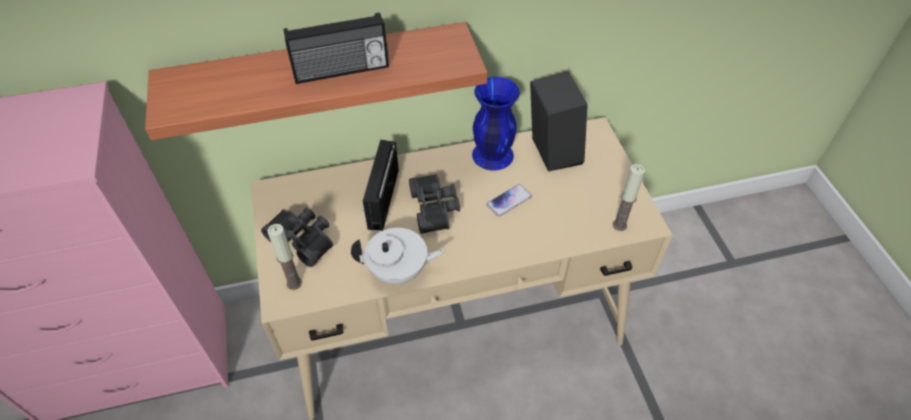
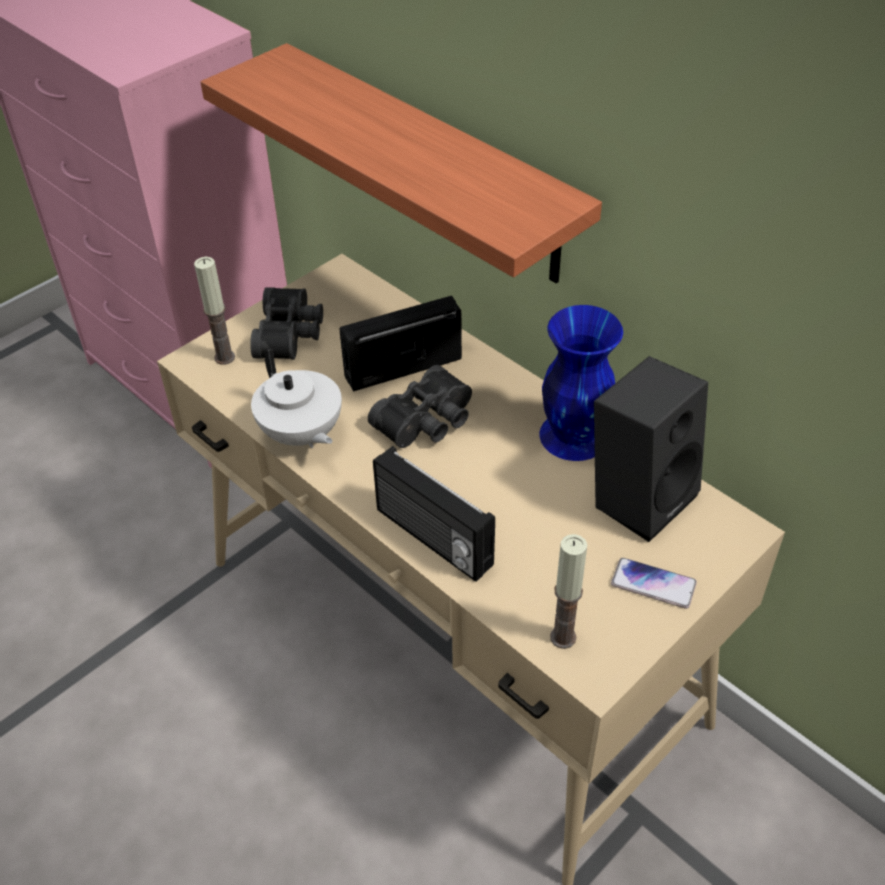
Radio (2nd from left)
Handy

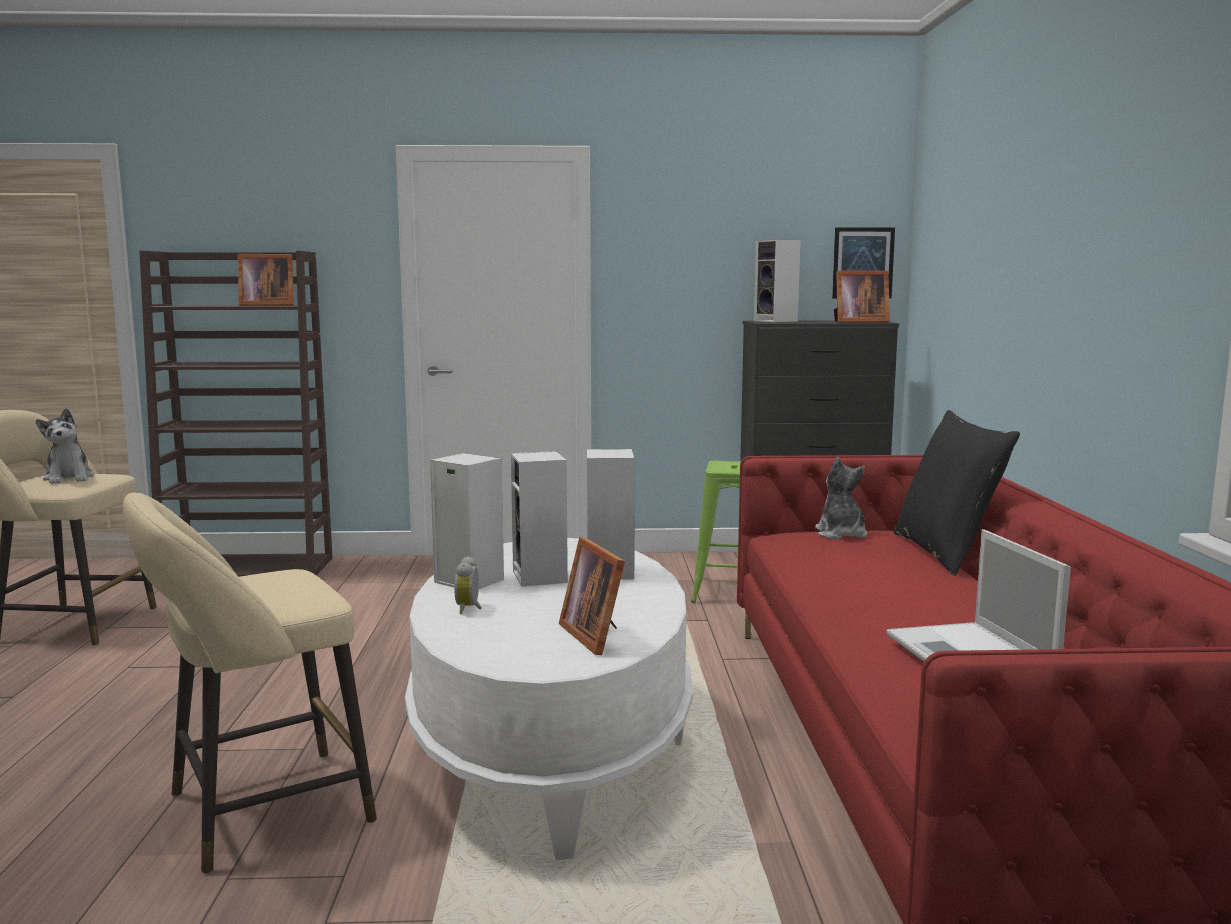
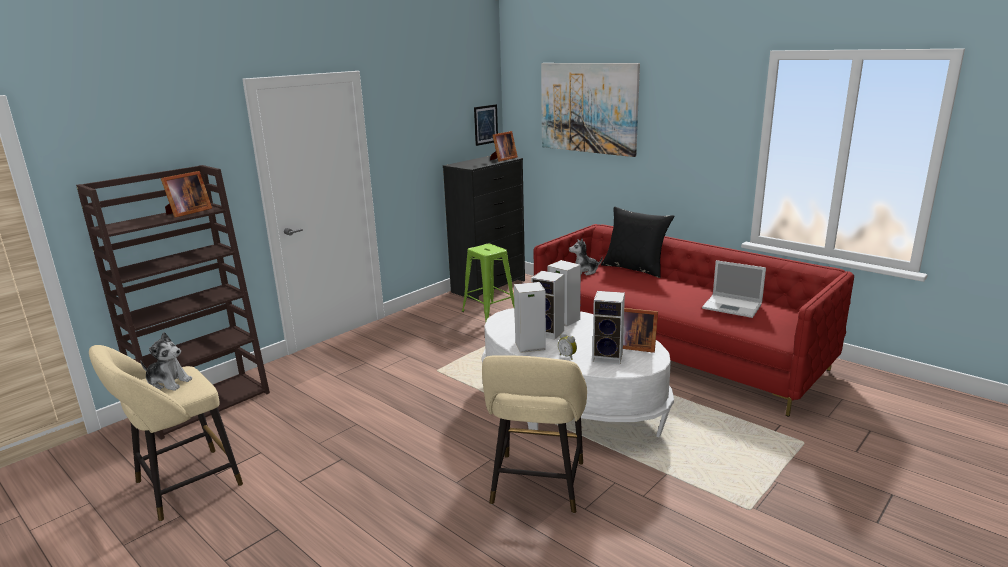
Lautsprecher (4th from left)
Plüschtier (2nd from left)
Bild (2nd from left)

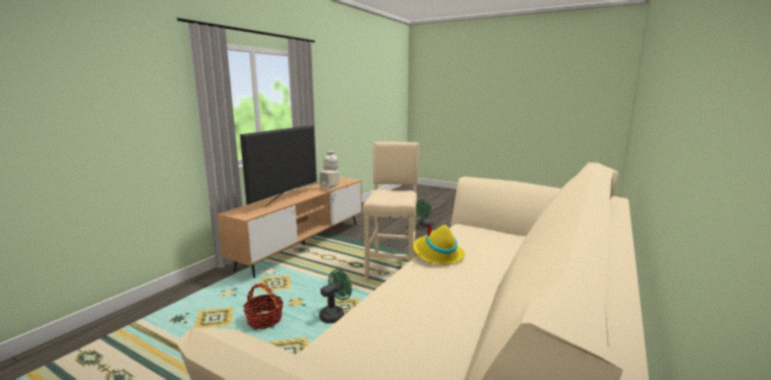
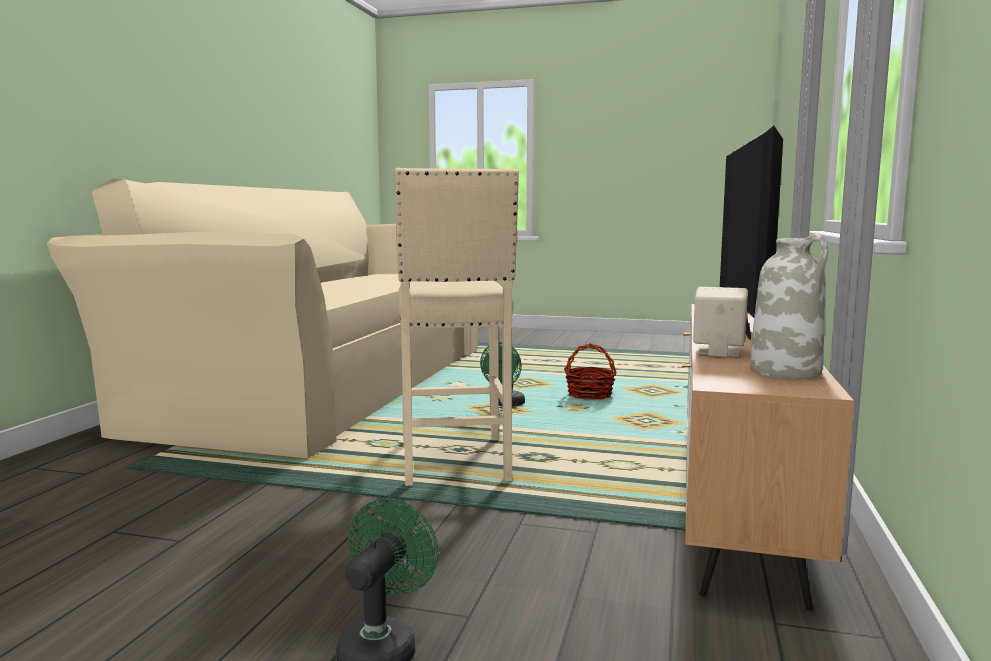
Hut (gelb)

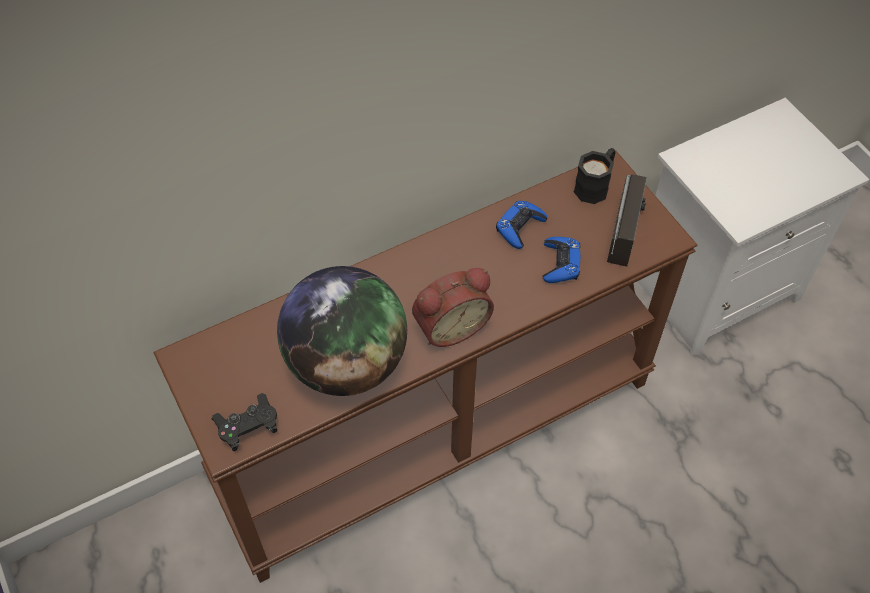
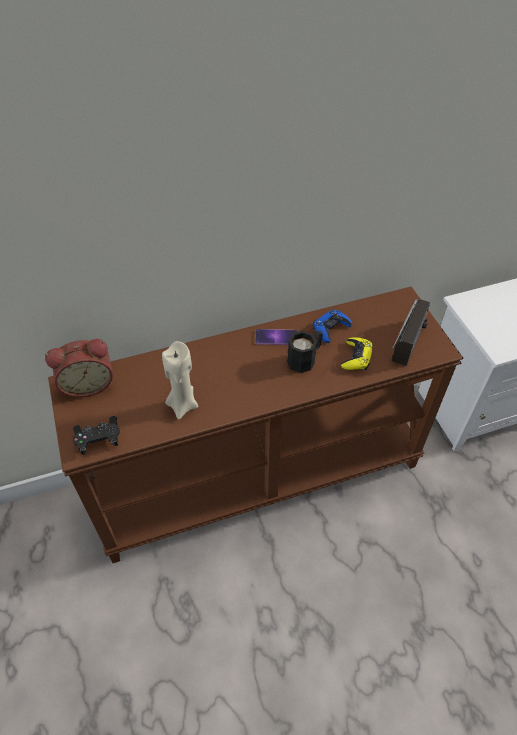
Kerze (beige)
Wecker
Gamepad (gelb)
Henkelbecher (schwarz)
Handy

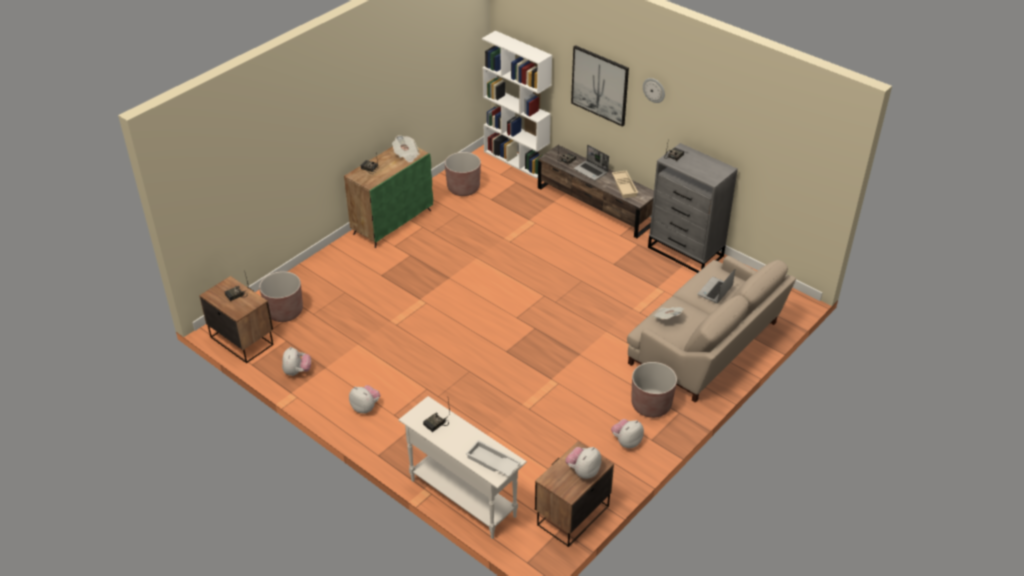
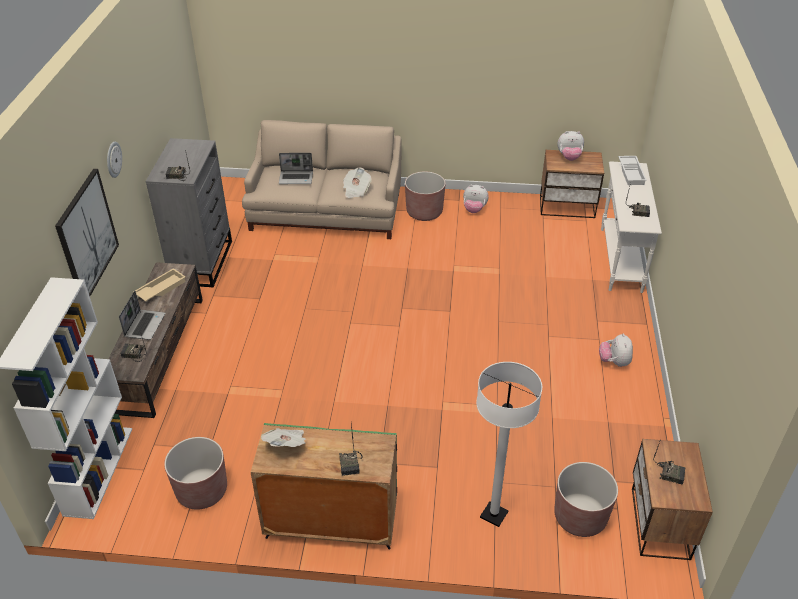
Plüschtier (1st from left in the first image)
Stehlampe (weiß)

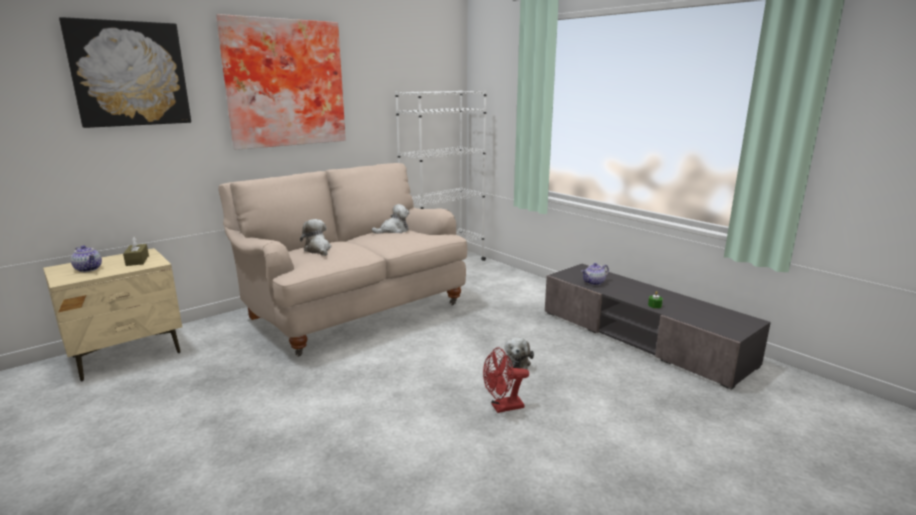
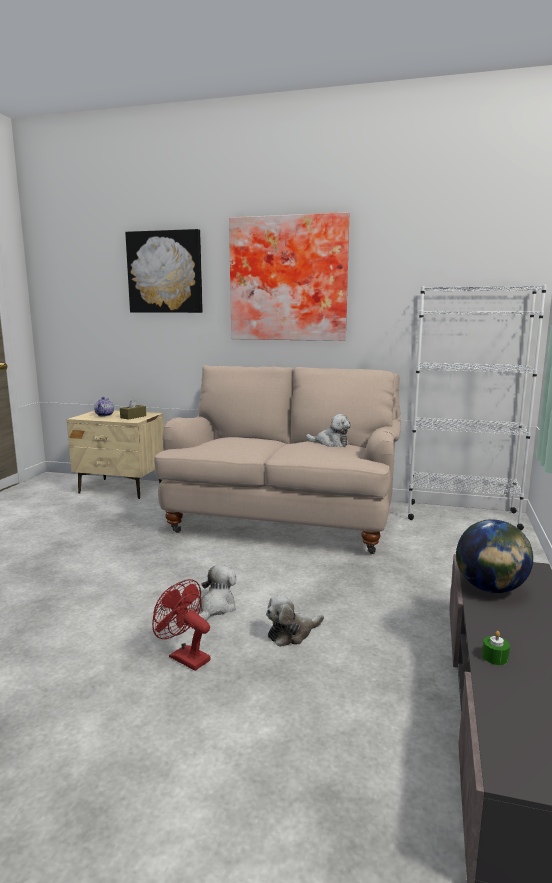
Plüschtier (1st from left)
Globus

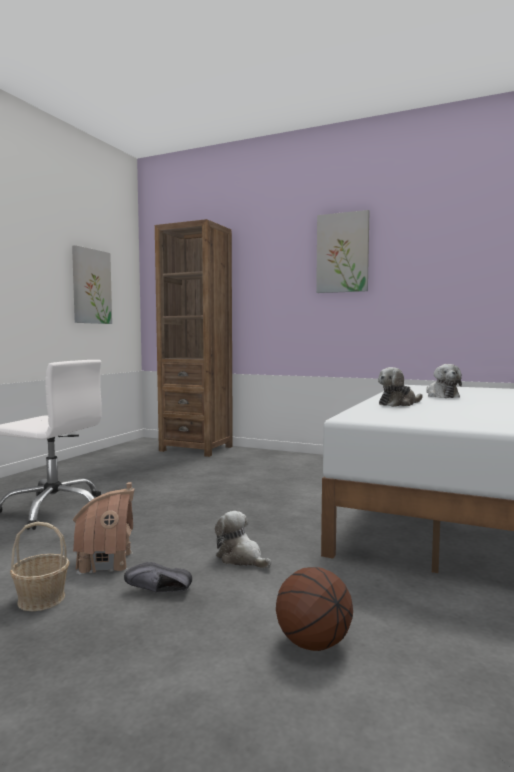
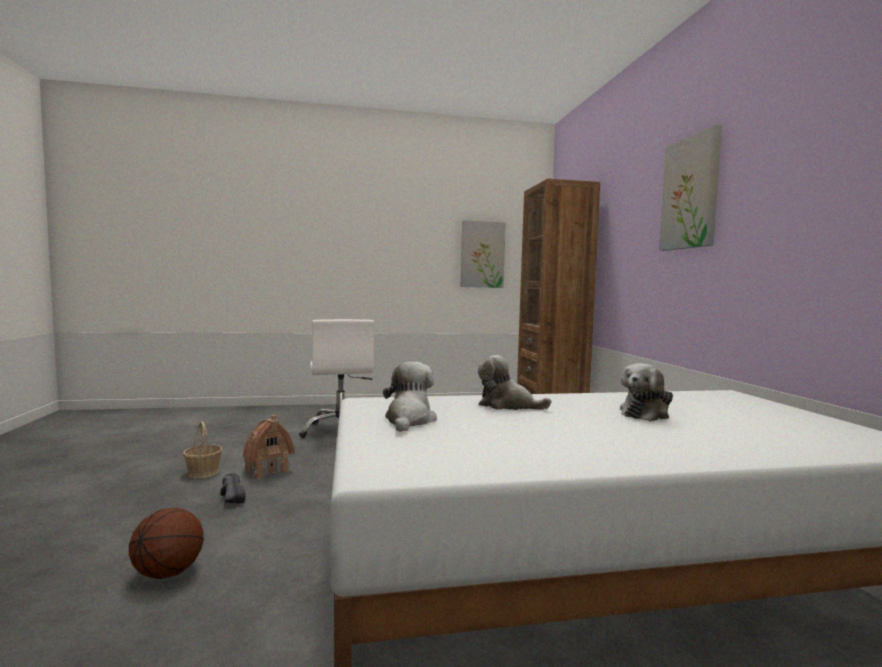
Plüschtier (1st from left)

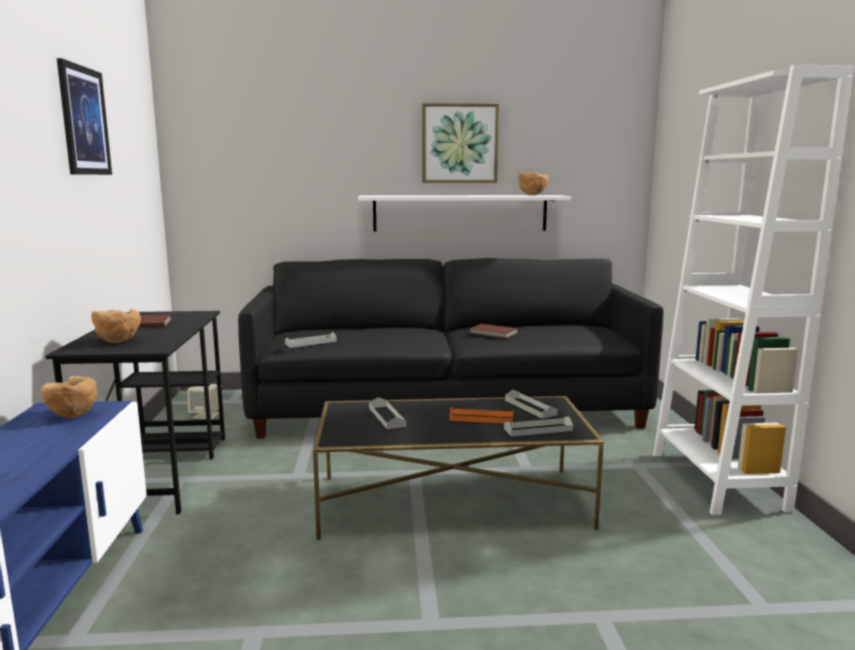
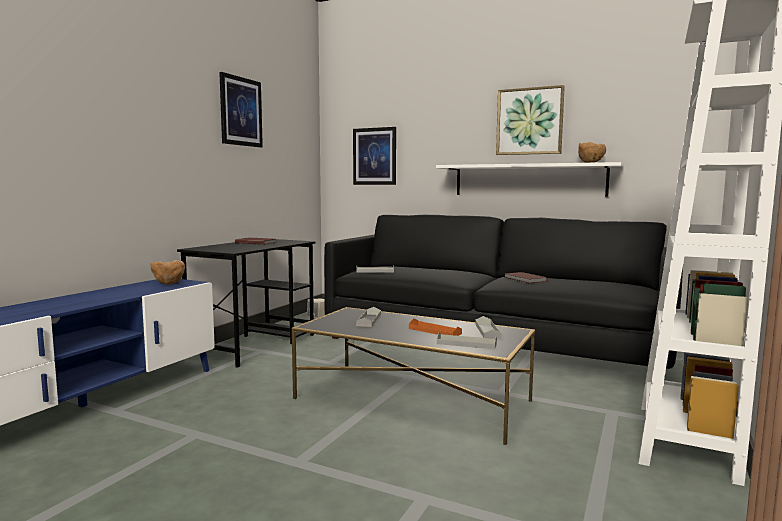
Schüssel (braun) (2nd from left in the first image)
Bild (2nd from left)

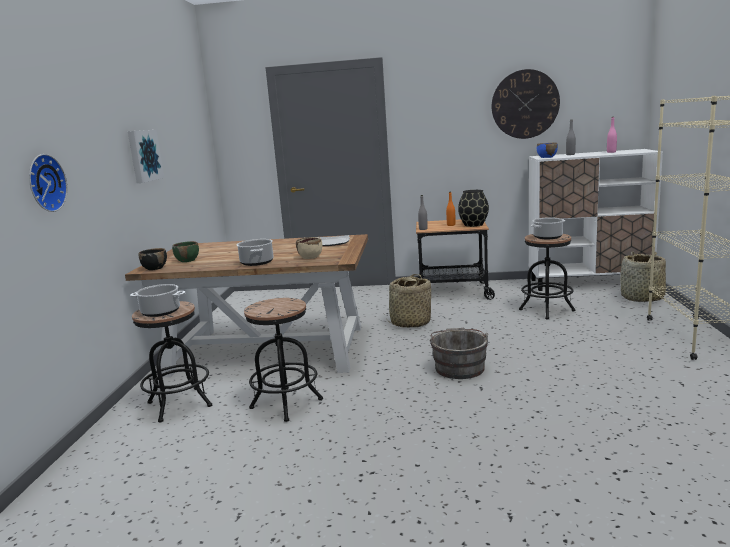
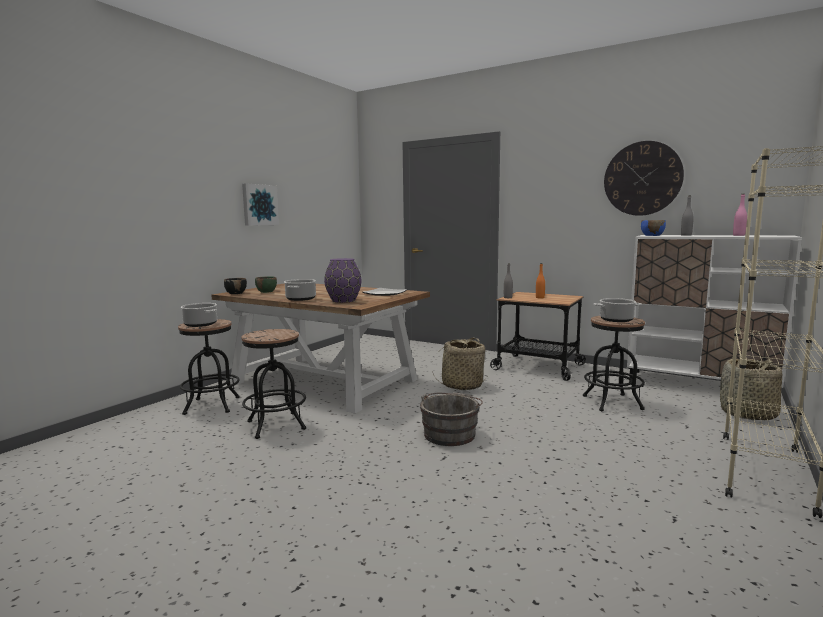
Wanduhr (1st from left in the first image)
Vase (lila)
Vase (schwarz)

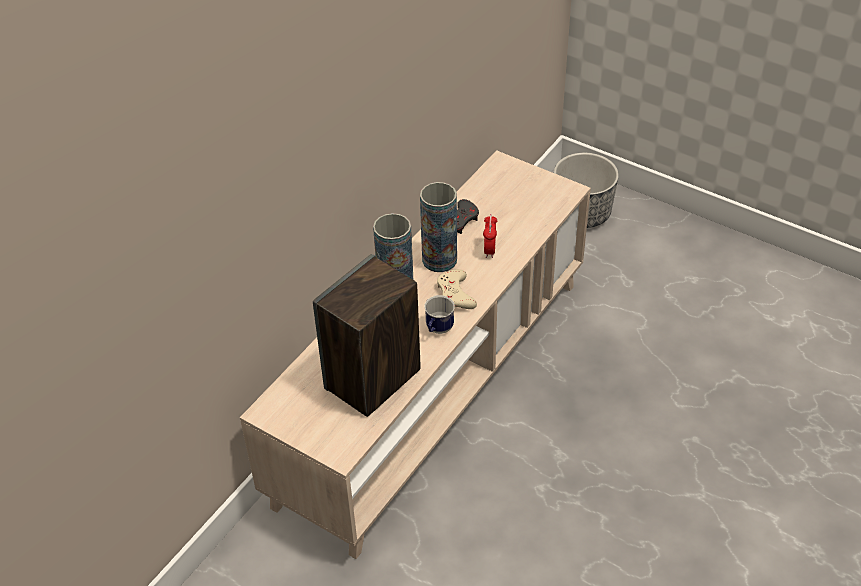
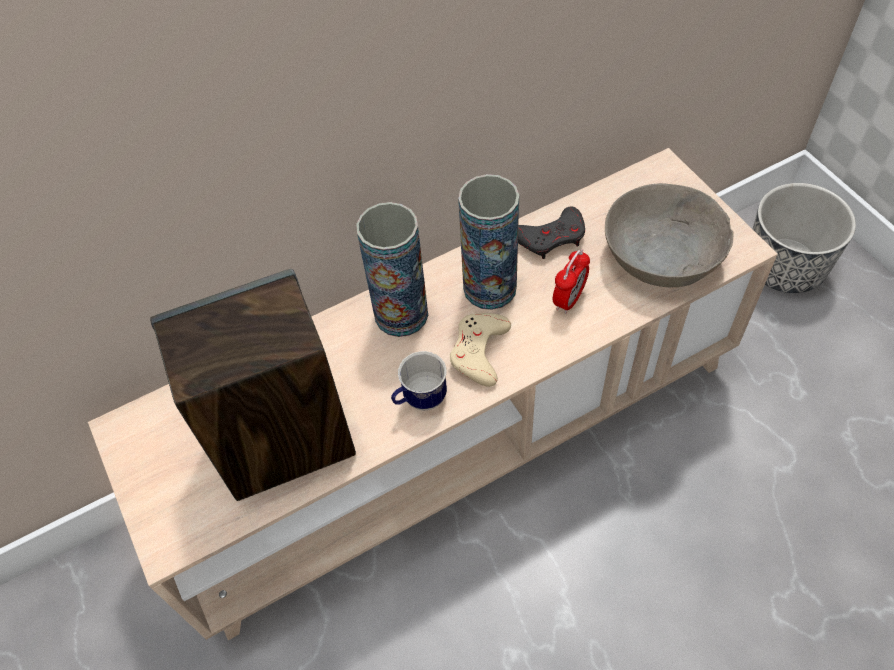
Schüssel (grau)

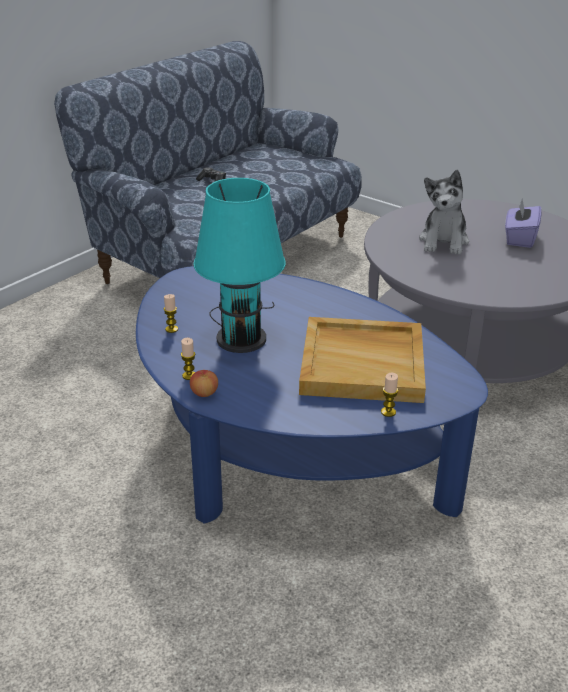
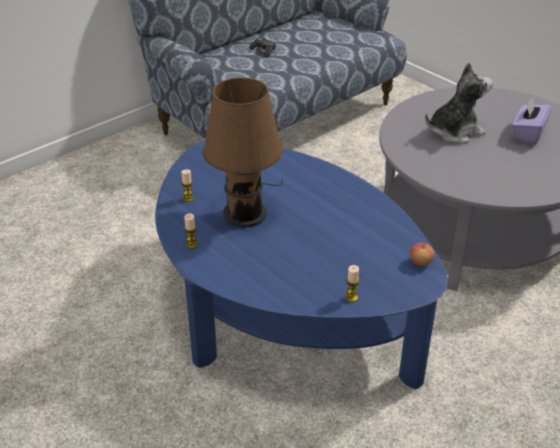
Apfel
Tischlampe (braun)
Tablett (beige)
Plüschtier

